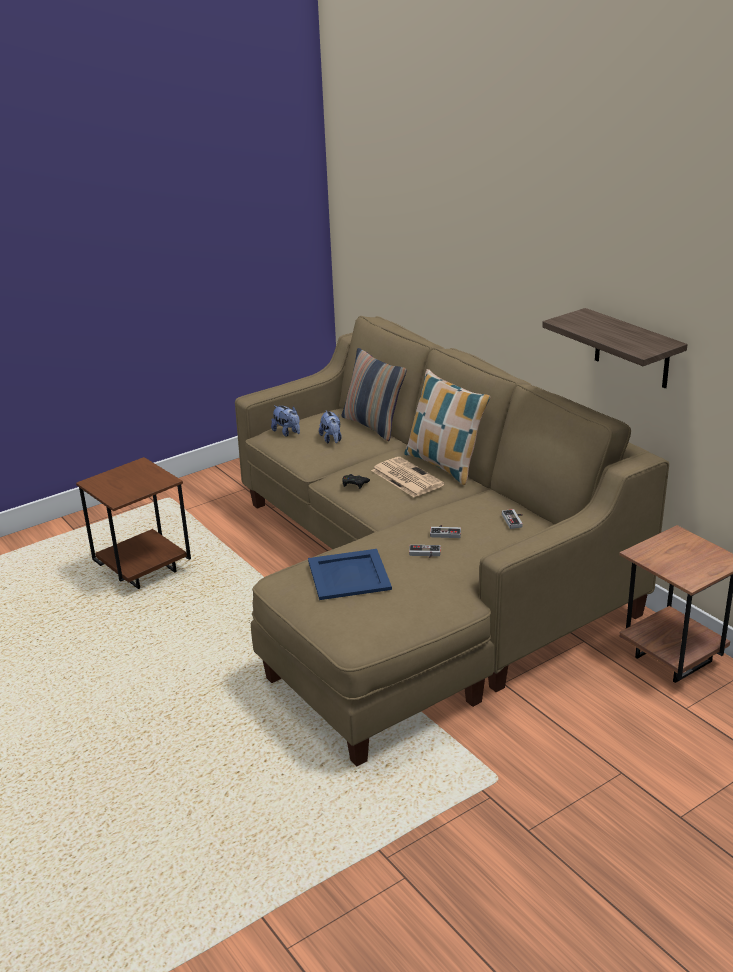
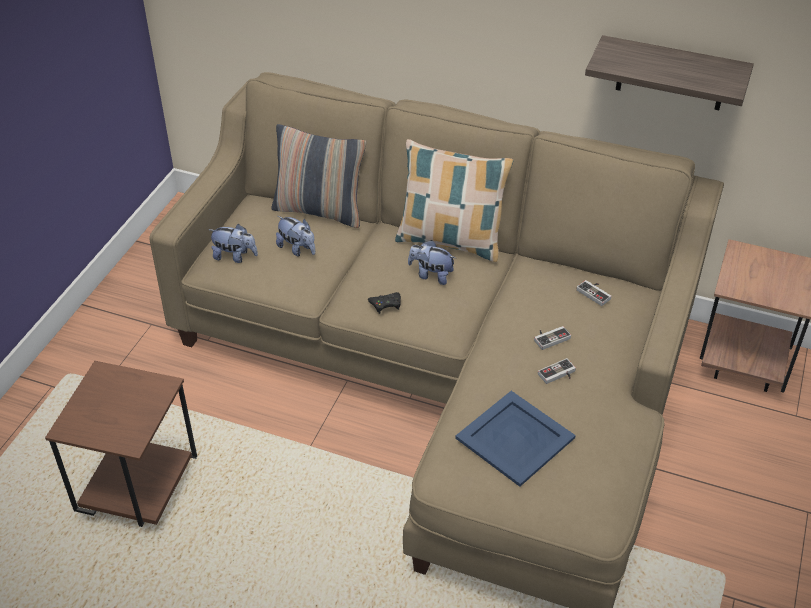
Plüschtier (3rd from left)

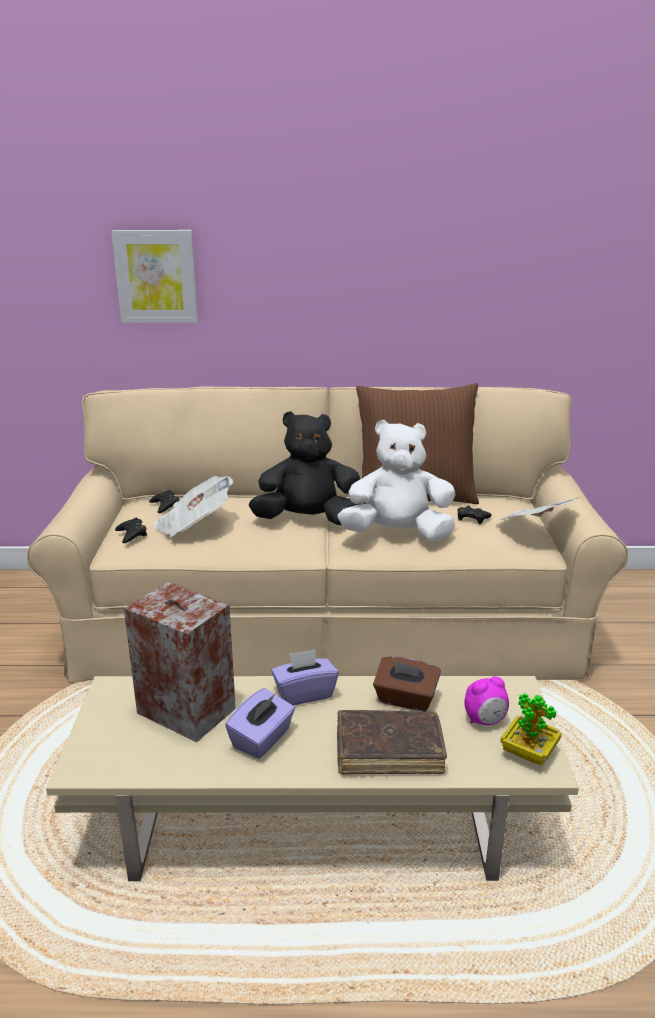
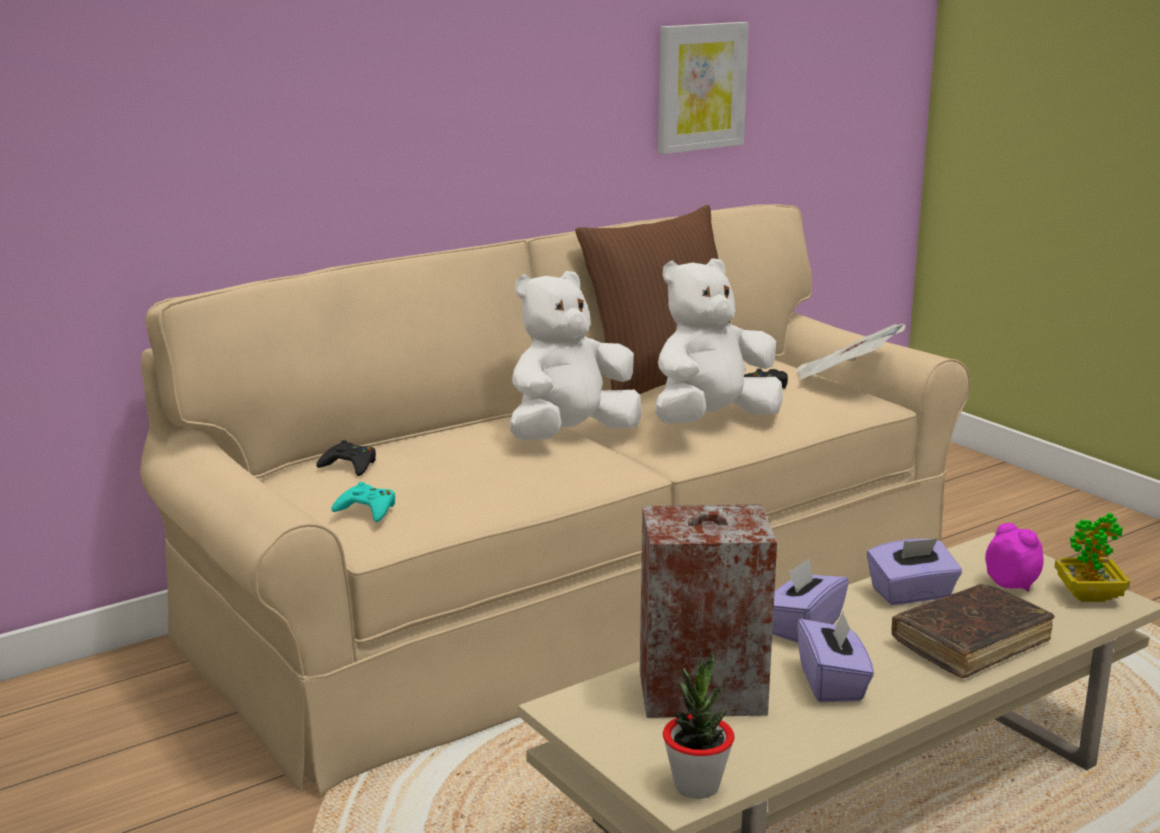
Bild
Gamepad (türkis)
Zeitung (1st from left in the first image)
Plüschtier (weiß) (1st from left)
Taschentuchbox (lila) (3rd from left)
Wecker
Topfpflanze (1st from left)

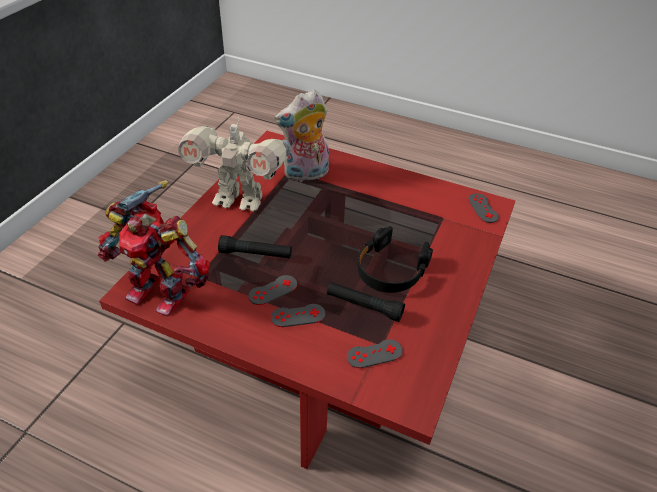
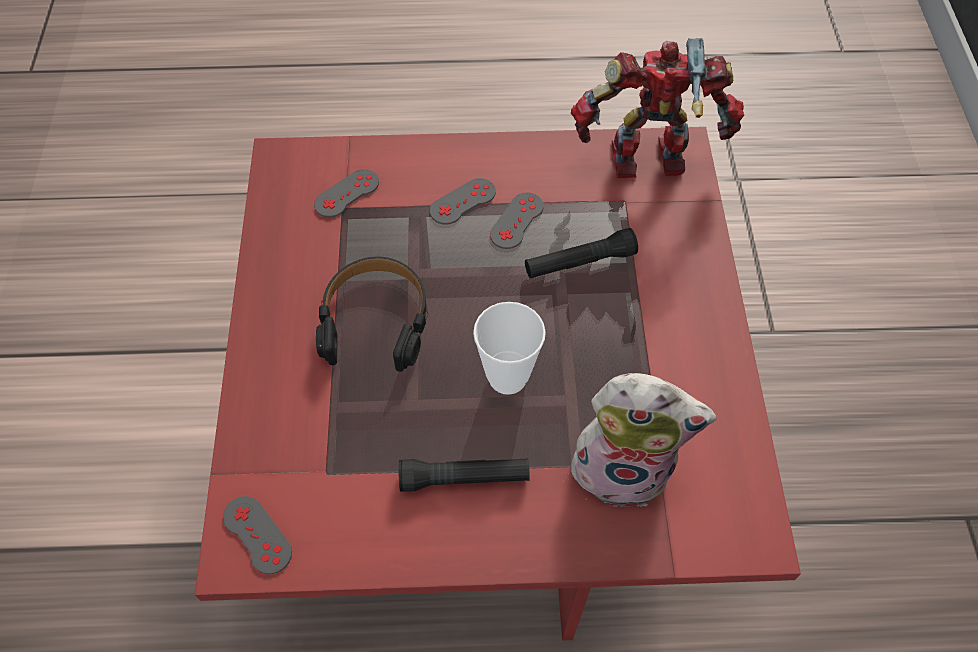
Spielzeugroboter (2nd from left in the first image)
Plüschtier
Taschenlampe (schwarz) (1st from left)
Tasse

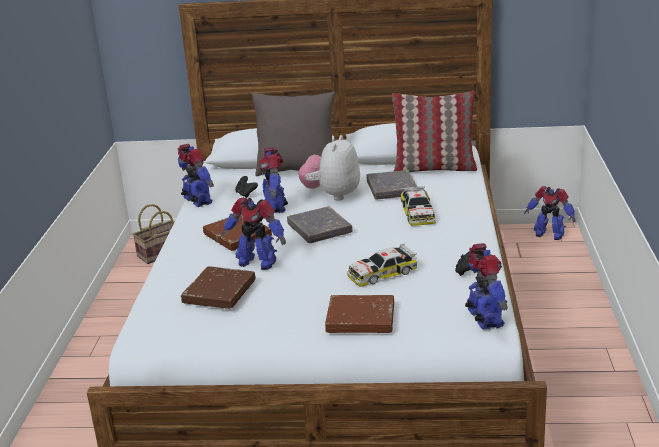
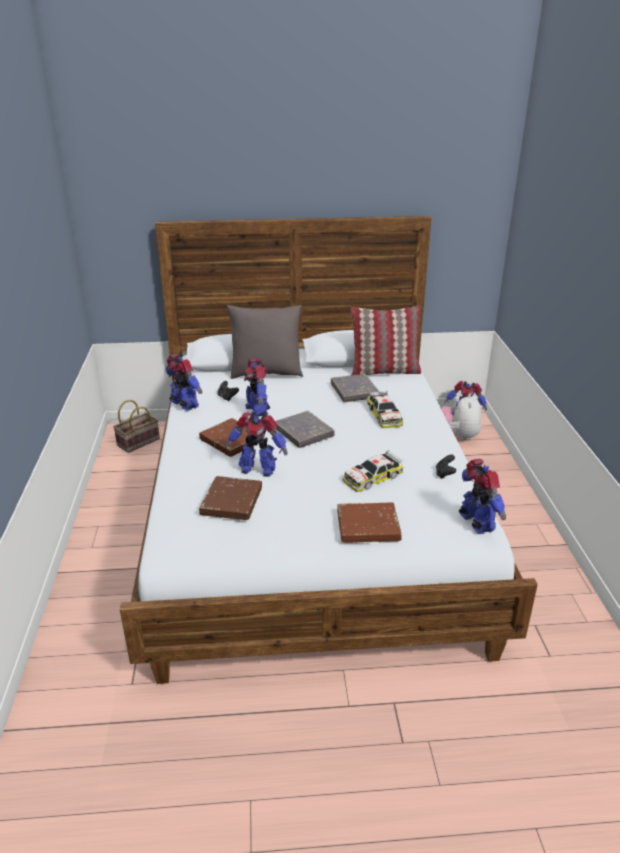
Plüschtier

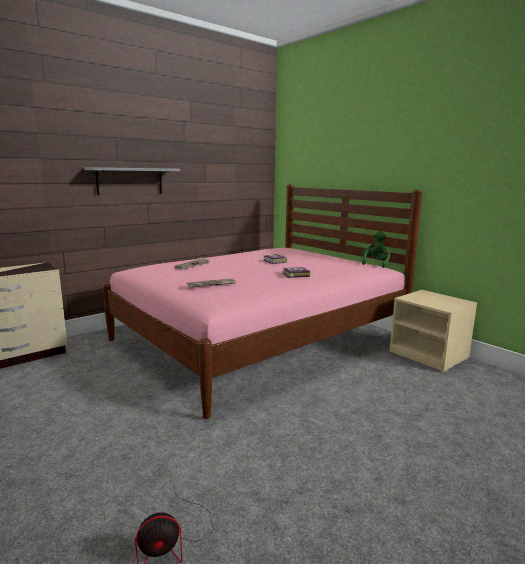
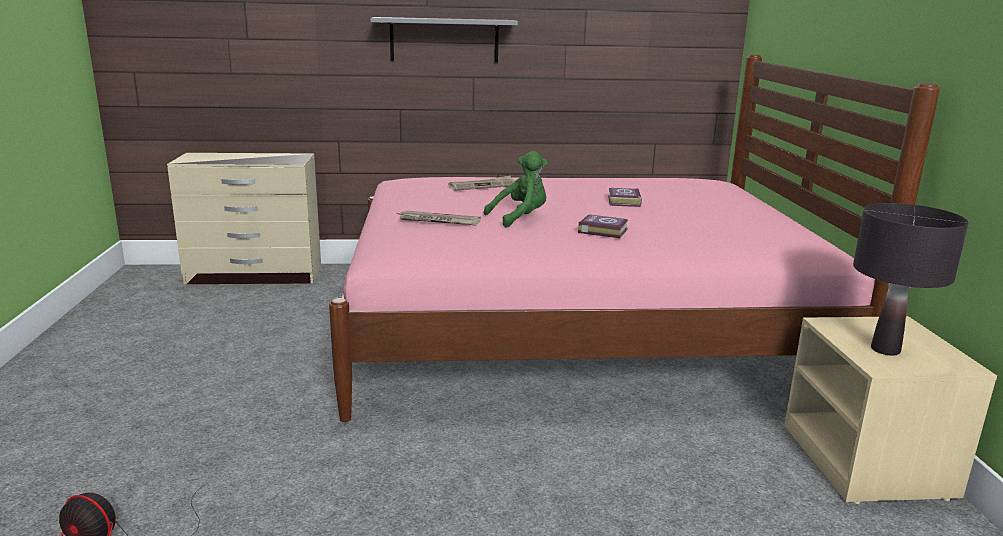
Plüschtier (grün)
Tischlampe (schwarz)

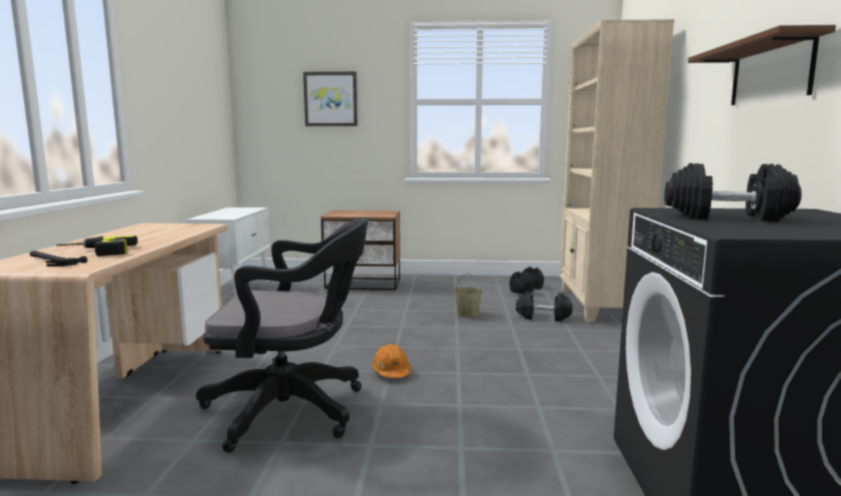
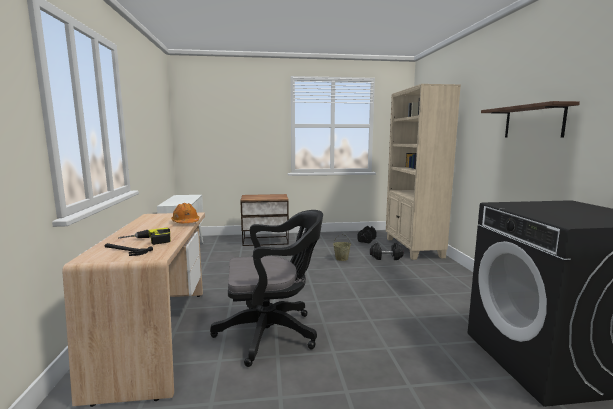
Bild
Schutzhelm (orange)
Hantel (schwarz) (3rd from left in the first image)

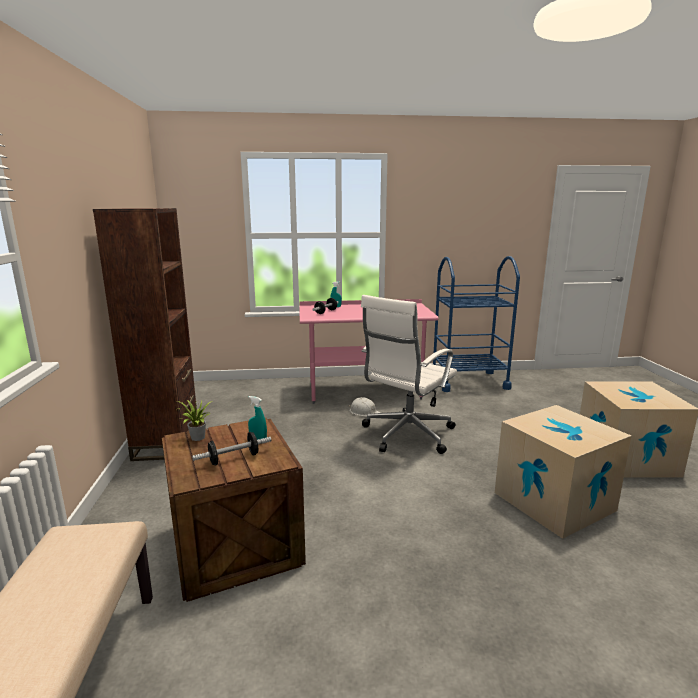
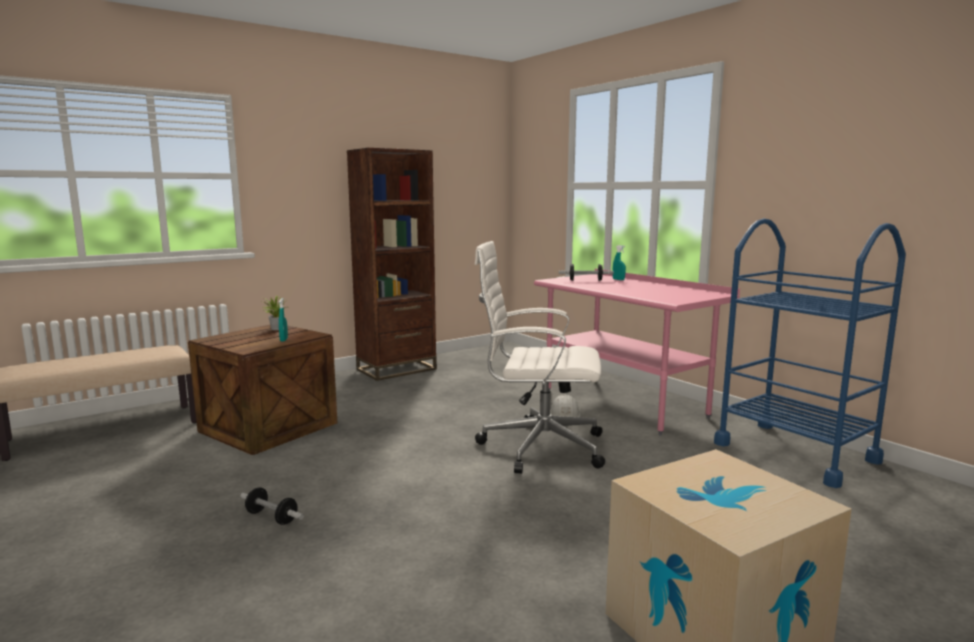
Hantel (1st from left)
Karton (1st from left in the first image)

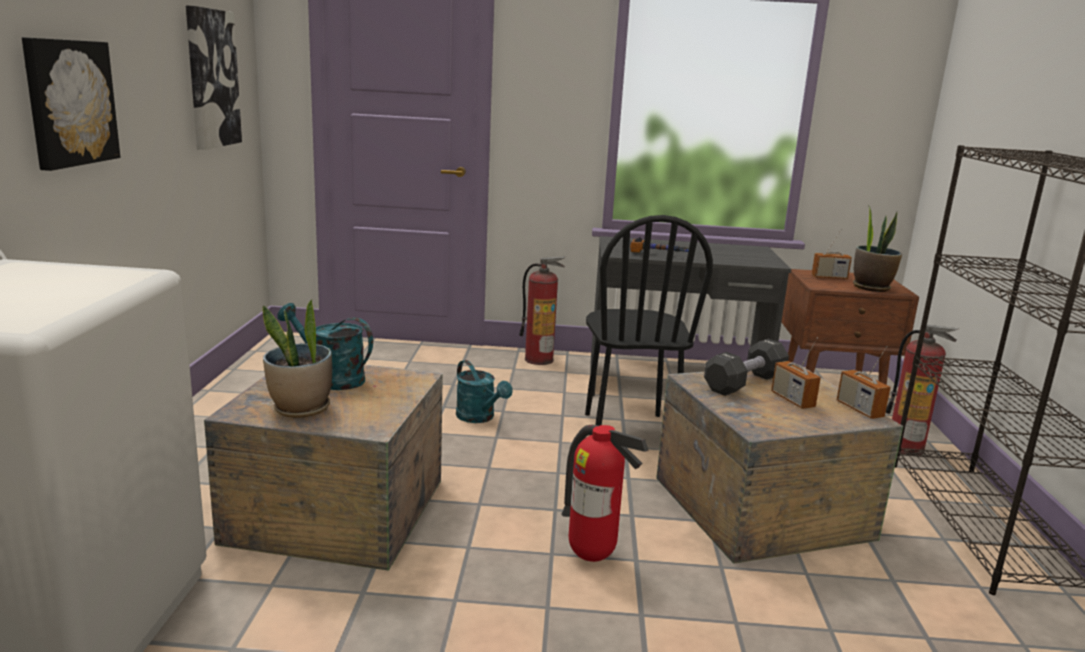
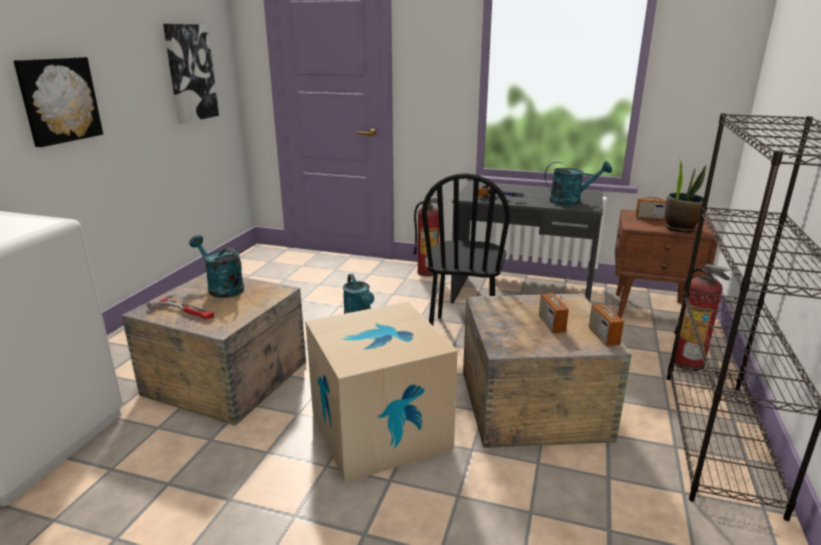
Hammer (1st from left)
Karton
Hantel (schwarz)
Gießkanne (türkis) (3rd from left)

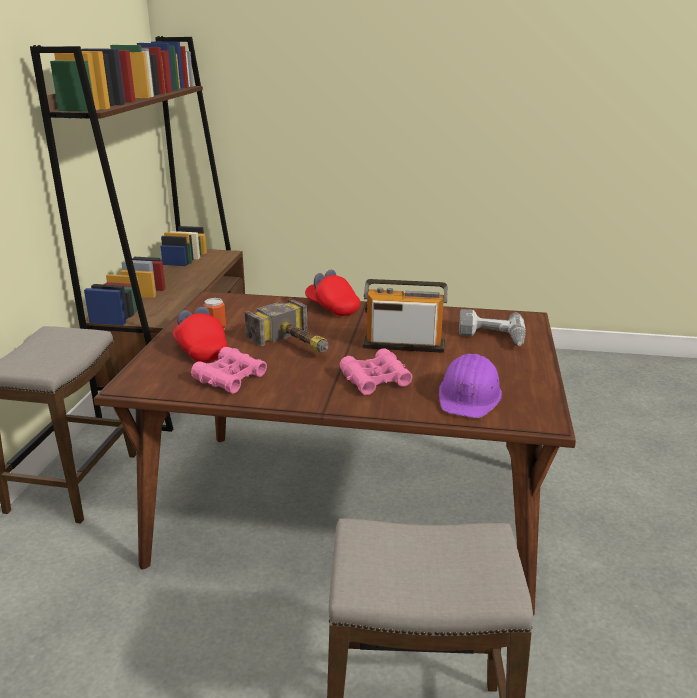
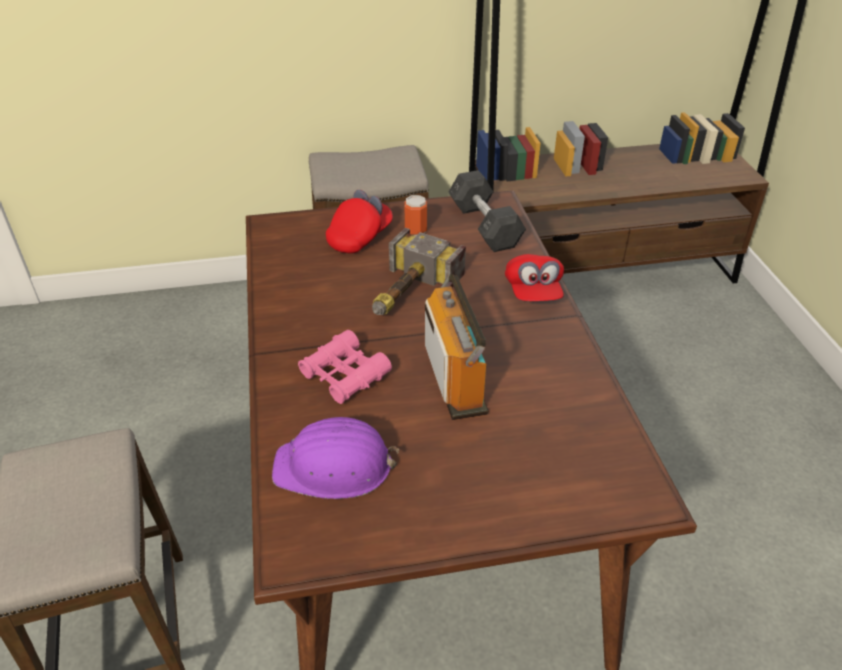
Fernglas (rosa) (1st from left in the first image)
Kappe (rot) (2nd from left)
Bohrmaschine
Hantel (grau)

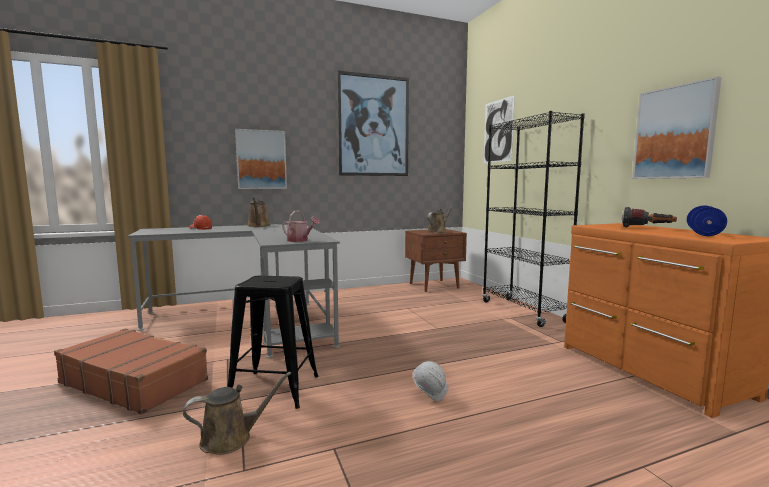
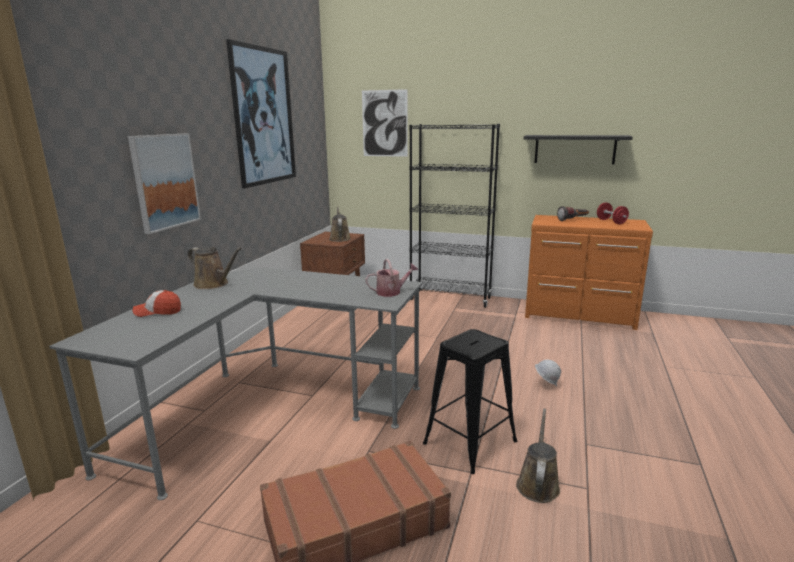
Wandregal (schwarz)
Hantel (rot)

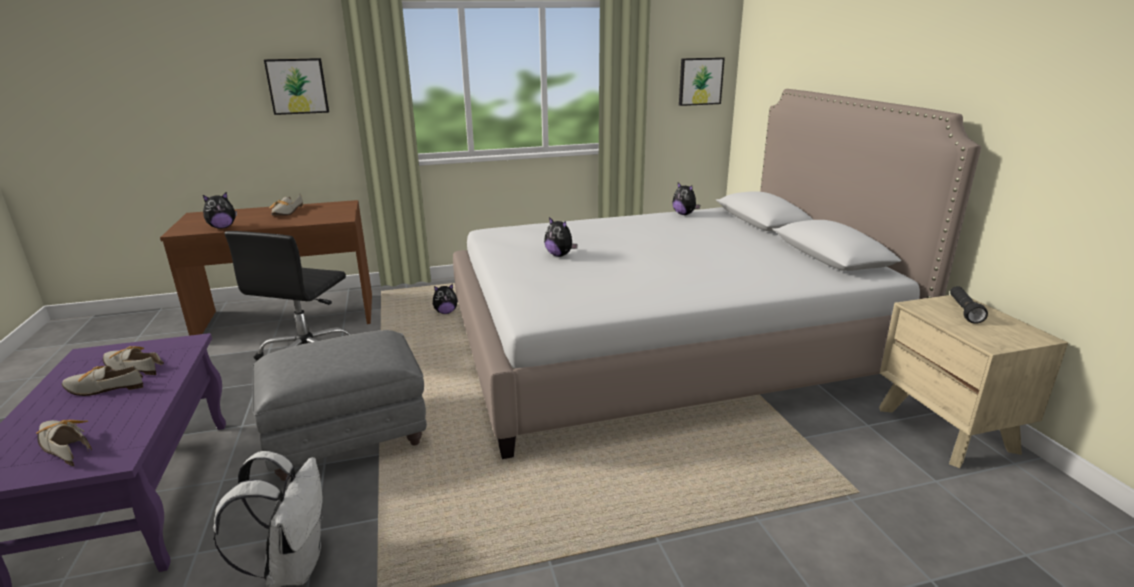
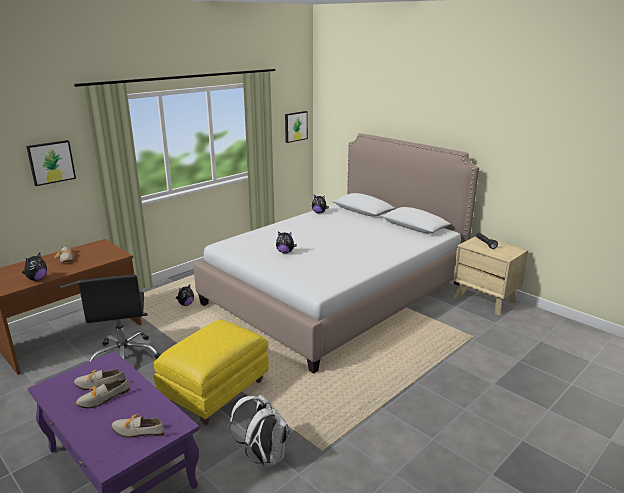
Polsterhocker (gelb)

